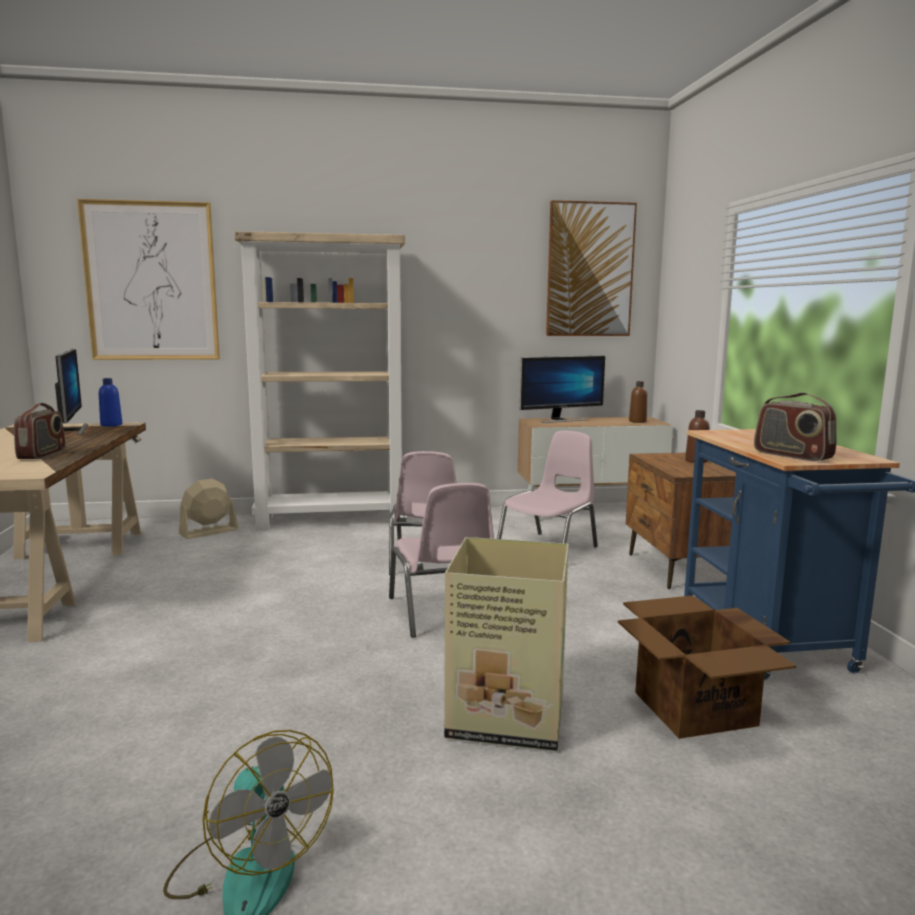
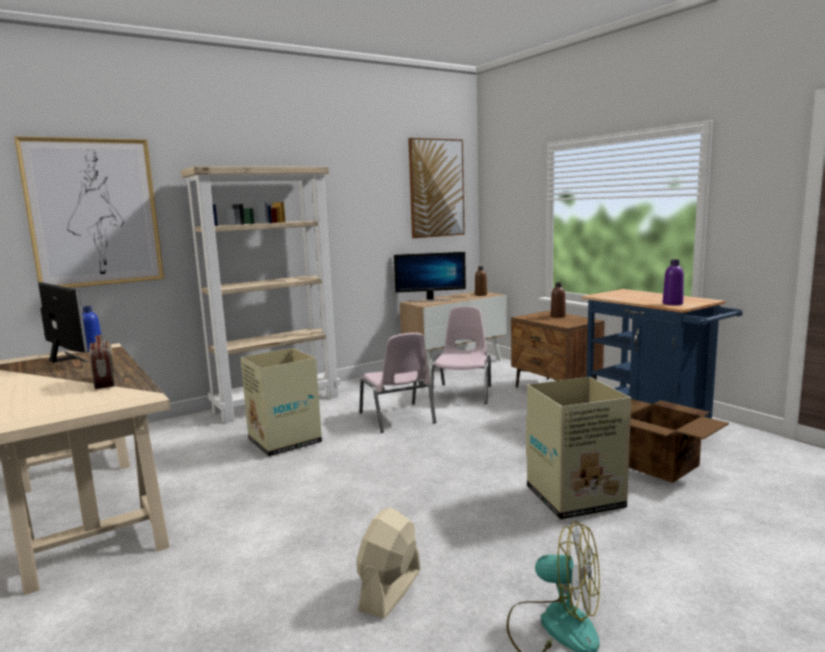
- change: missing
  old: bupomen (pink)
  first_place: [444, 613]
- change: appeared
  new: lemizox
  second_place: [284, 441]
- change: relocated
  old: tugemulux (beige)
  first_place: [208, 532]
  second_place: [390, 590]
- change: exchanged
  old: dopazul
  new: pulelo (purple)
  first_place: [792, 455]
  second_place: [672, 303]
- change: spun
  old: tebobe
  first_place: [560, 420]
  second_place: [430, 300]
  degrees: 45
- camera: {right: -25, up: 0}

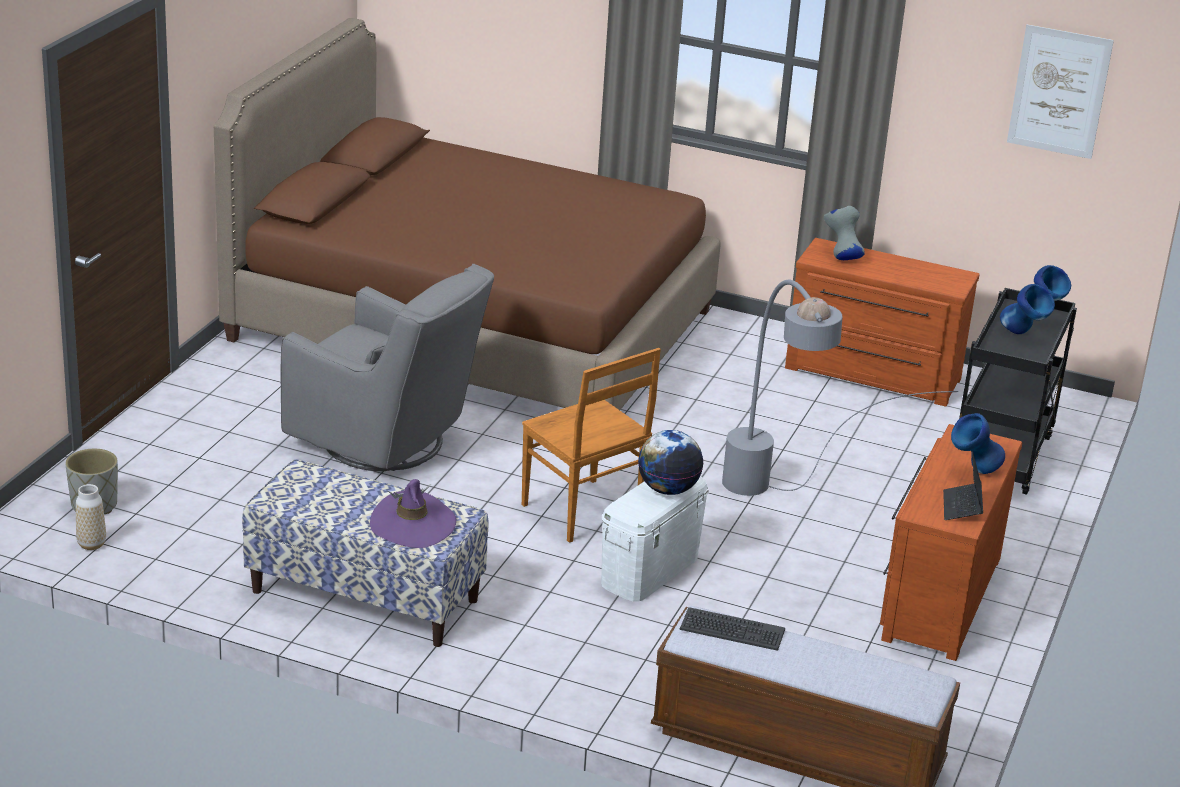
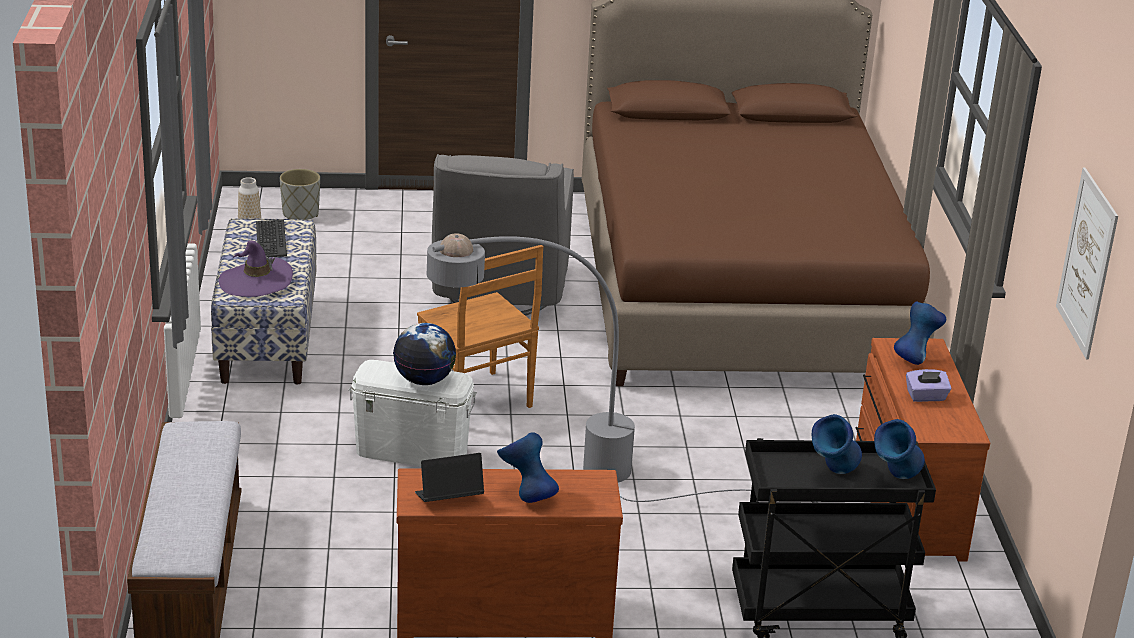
- change: appeared
  new: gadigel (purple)
  second_place: [926, 397]
- change: relocated
  old: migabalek
  first_place: [732, 630]
  second_place: [270, 239]
- change: colour
  old: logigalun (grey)
  new: logigalun (blue)
  first_place: [841, 257]
  second_place: [915, 358]
- change: spun
  old: bupomen (brown)
  first_place: [583, 512]
  second_place: [477, 401]
  degrees: -60
- camera: {right: 65, up: 0}

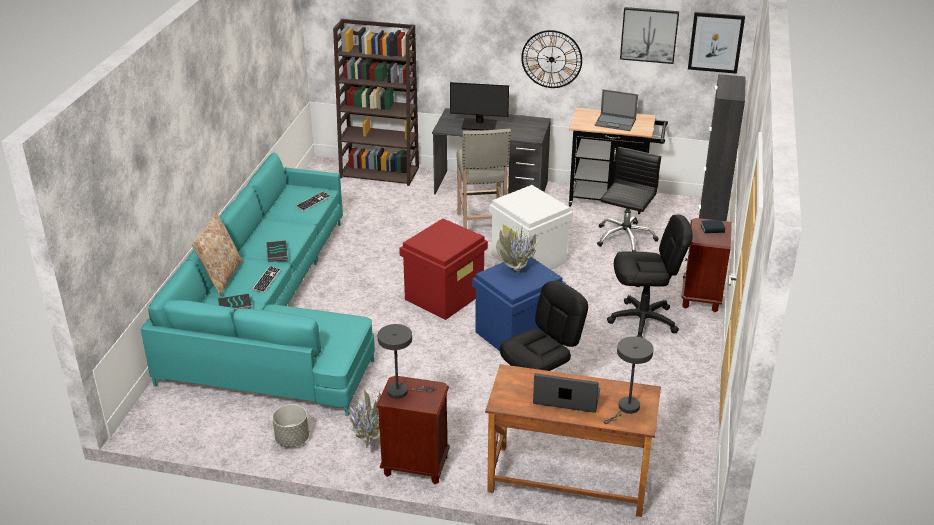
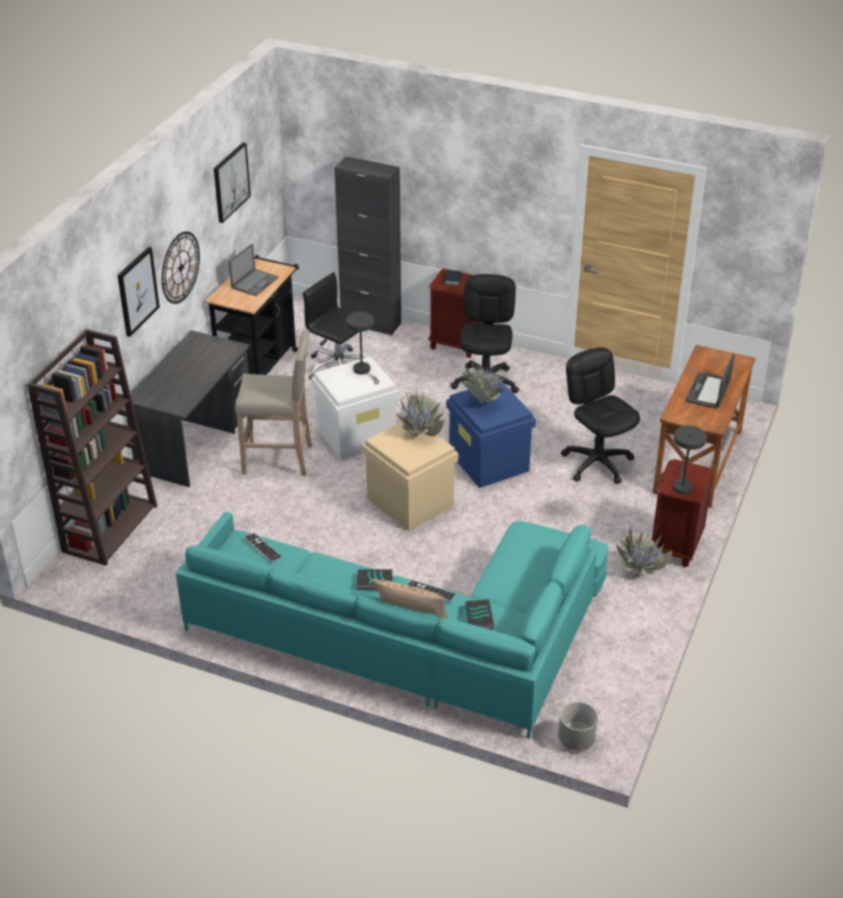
- change: missing
  old: tebobe
  first_place: [479, 125]
- change: appeared
  new: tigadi
  second_place: [419, 436]
- change: relocated
  old: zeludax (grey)
  first_place: [292, 439]
  second_place: [576, 739]
- change: relocated
  old: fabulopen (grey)
  first_place: [626, 408]
  second_place: [363, 371]
- change: relocated
  old: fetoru
  first_place: [715, 42]
  second_place: [137, 291]
- change: colour
  old: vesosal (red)
  new: vesosal (beige)
  first_place: [444, 296]
  second_place: [409, 501]
- camera: {right: -80, up: 5}

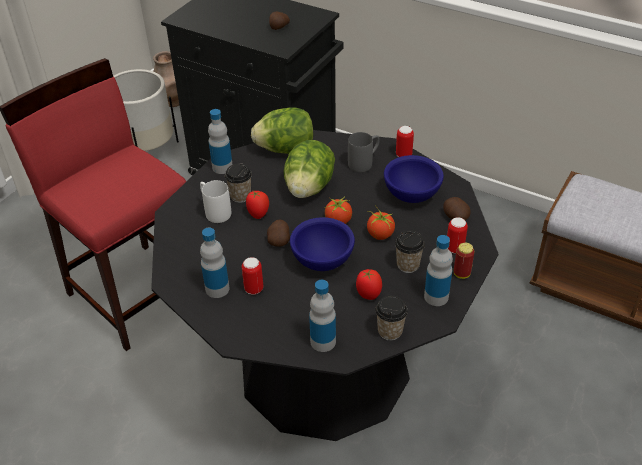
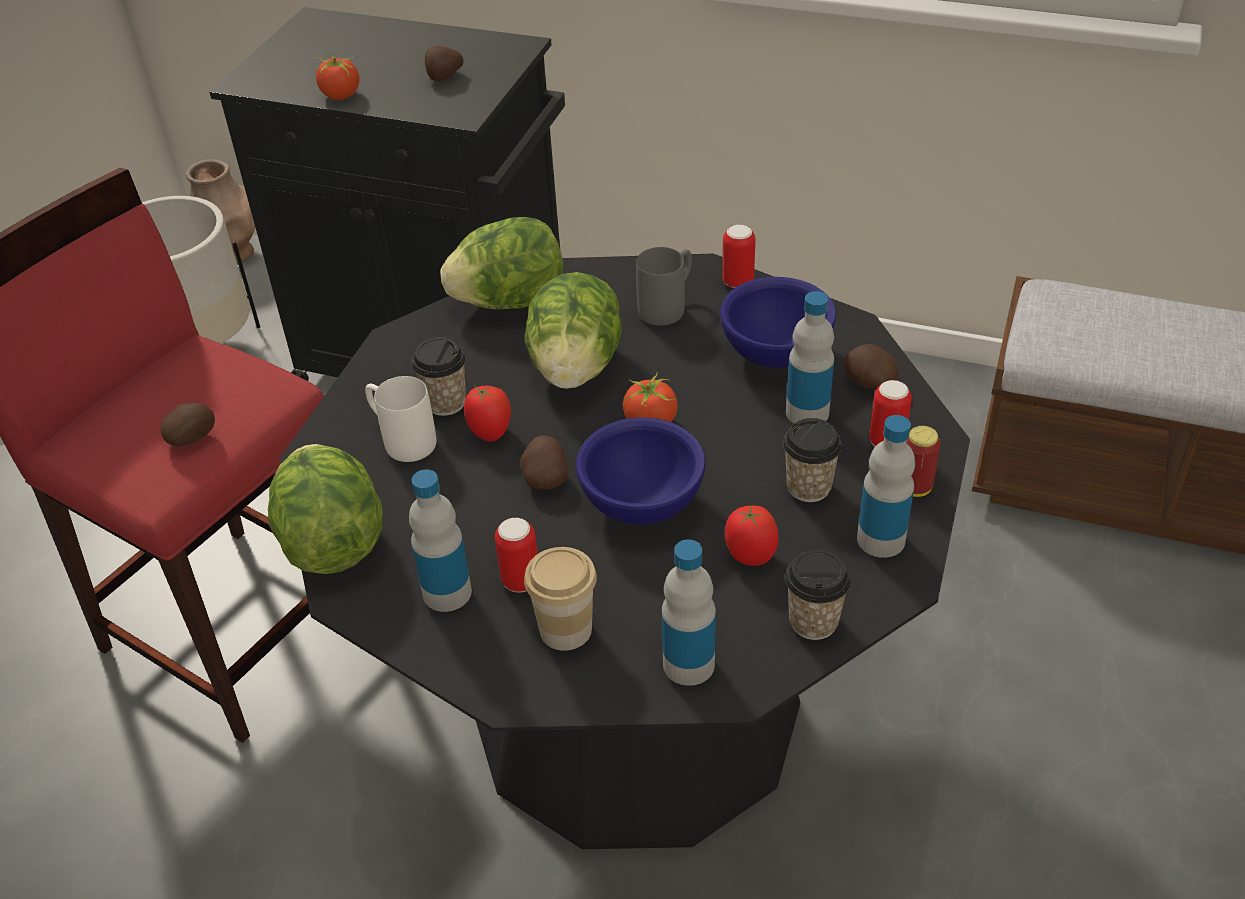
- change: appeared
  new: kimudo
  second_place: [193, 438]
- change: appeared
  new: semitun
  second_place: [332, 541]
- change: appeared
  new: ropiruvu
  second_place: [565, 629]
- change: relocated
  old: pulelo
  first_place: [222, 167]
  second_place: [807, 412]
- change: relocated
  old: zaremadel
  first_place: [380, 234]
  second_place: [340, 95]
- camera: {right: -10, up: 0}

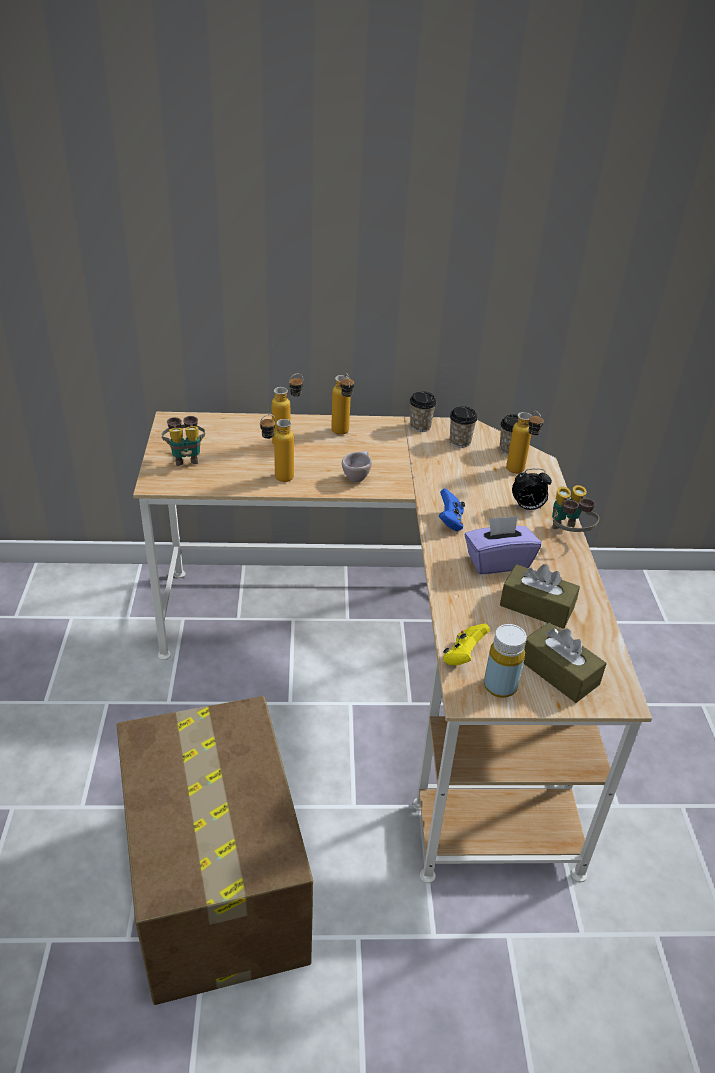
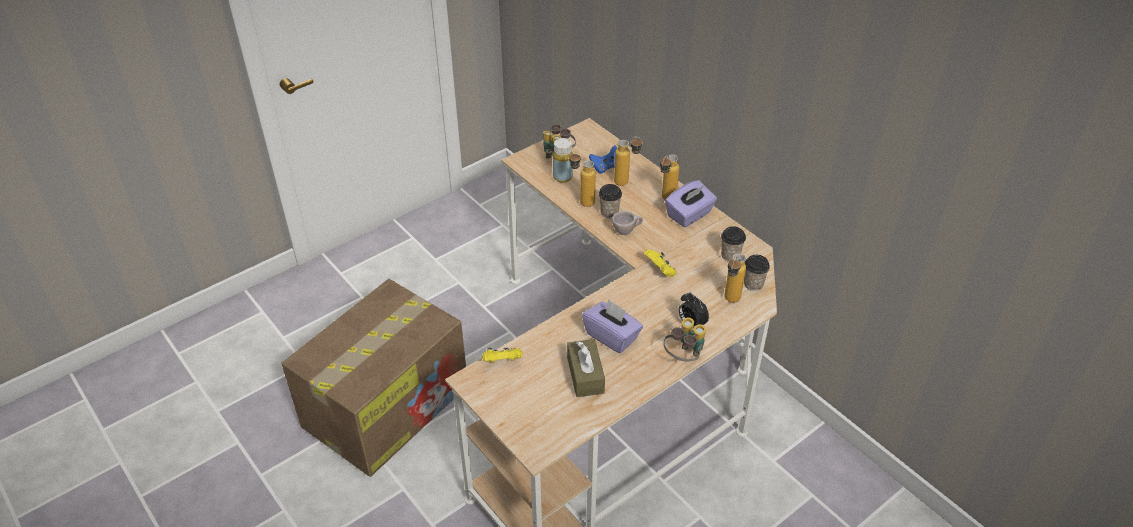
- change: missing
  old: gadigel (brown)
  first_place: [559, 672]
- change: appeared
  new: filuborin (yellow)
  second_place: [661, 271]
- change: appeared
  new: gadigel (purple)
  second_place: [689, 215]
- change: relocated
  old: ropiruvu
  first_place: [420, 426]
  second_place: [609, 212]
- change: relocated
  old: filuborin (blue)
  first_place: [450, 521]
  second_place: [605, 167]
- change: relocated
  old: pulelo (yellow)
  first_place: [500, 686]
  second_place: [562, 177]
- camera: {right: 55, up: 5}

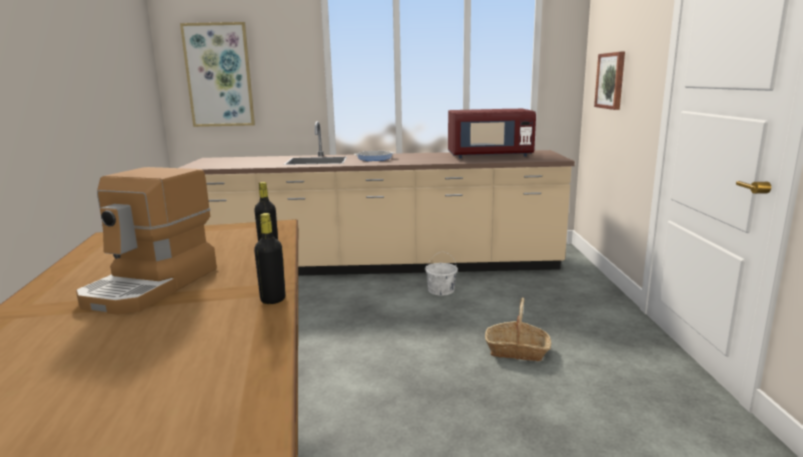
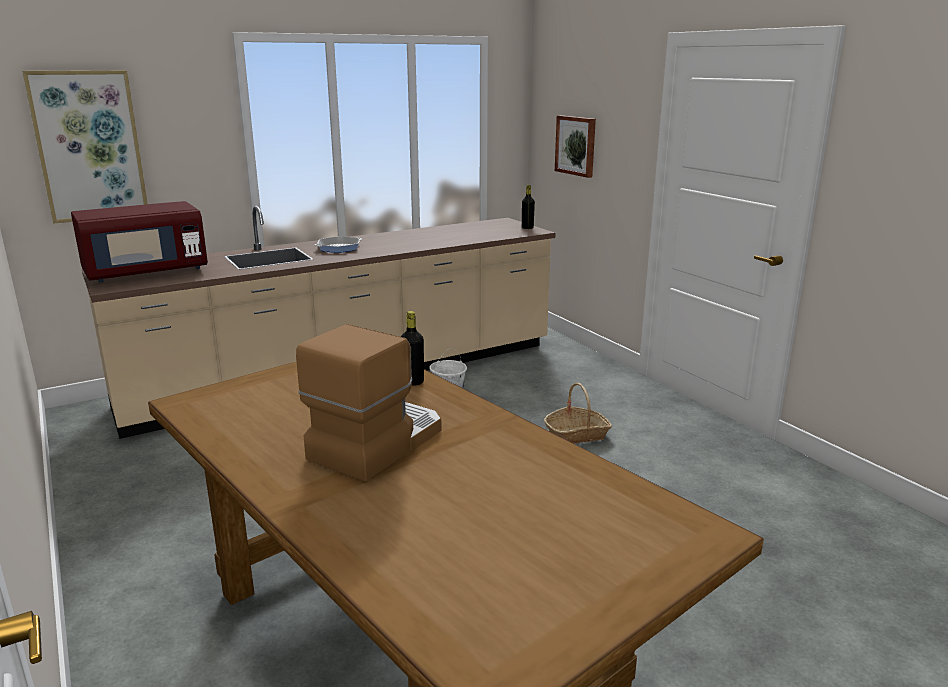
- change: relocated
  old: pulelo (black)
  first_place: [273, 299]
  second_place: [527, 228]
- change: relocated
  old: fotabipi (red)
  first_place: [489, 156]
  second_place: [146, 272]
- change: spun
  old: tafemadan
  first_place: [152, 286]
  second_place: [376, 443]
  degrees: -135
- camera: {right: -30, up: 5}

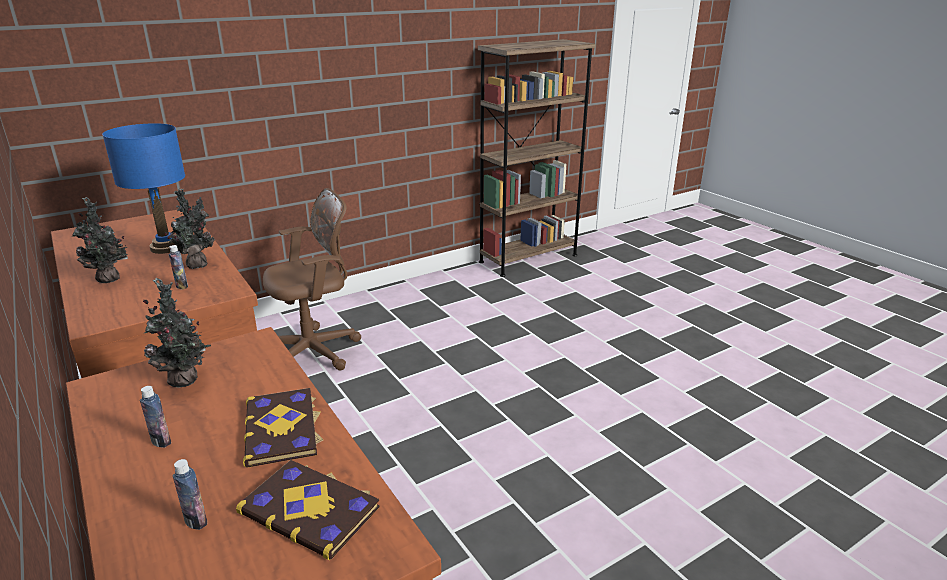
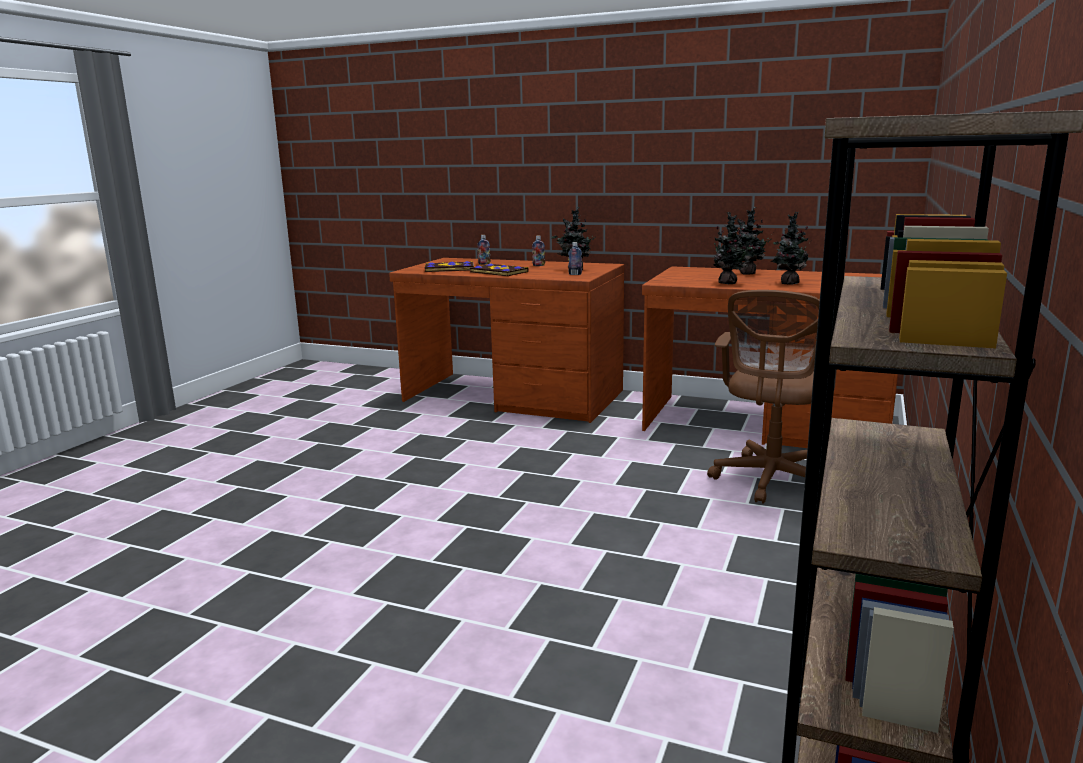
- change: relocated
  old: pulelo
  first_place: [182, 286]
  second_place: [575, 274]
- change: exchanged
  old: fabulopen (blue)
  new: tigadi
  first_place: [166, 248]
  second_place: [787, 283]
- camera: {right: 145, up: -10}

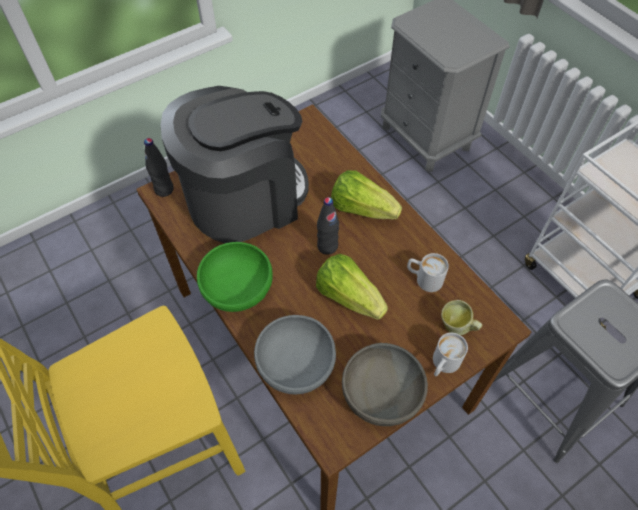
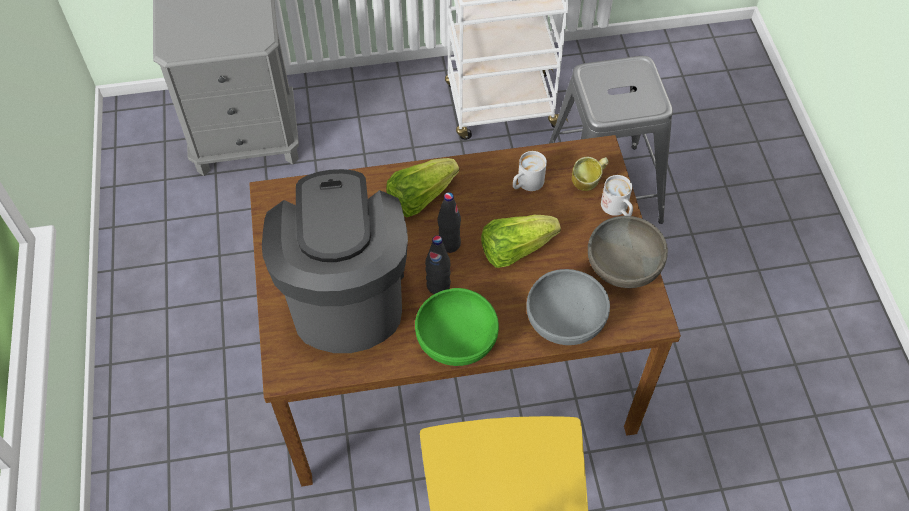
- change: relocated
  old: pulelo (black)
  first_place: [164, 189]
  second_place: [438, 286]
- camera: {right: -65, up: 0}

